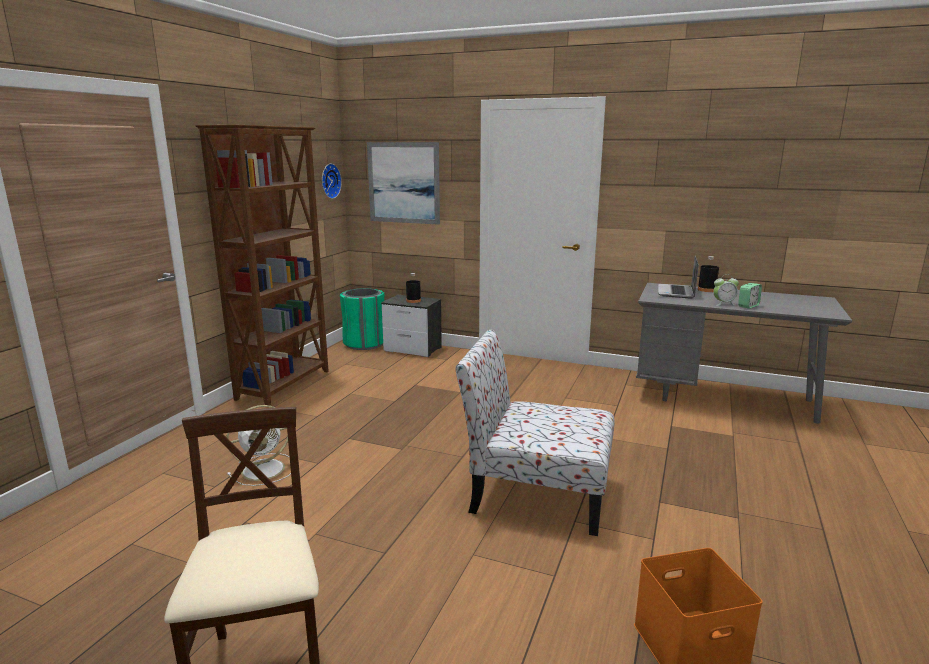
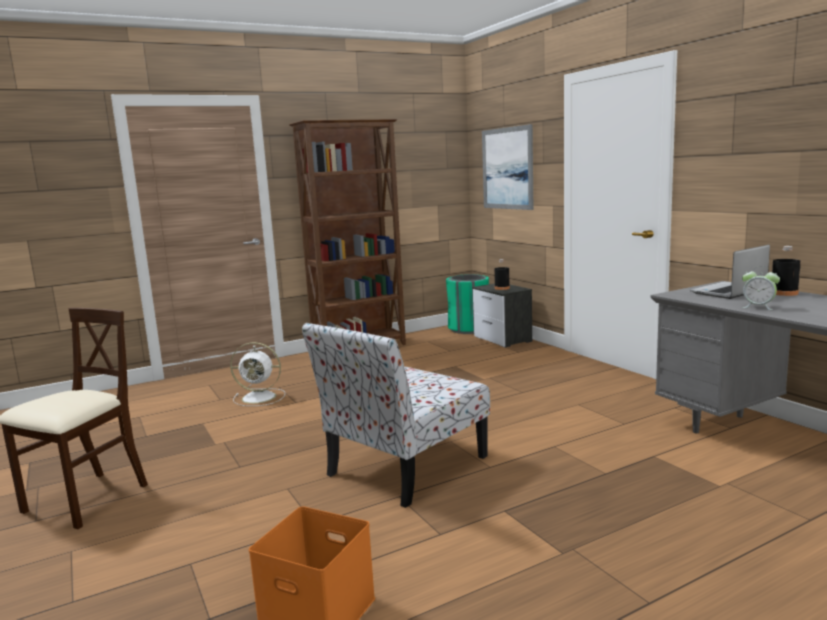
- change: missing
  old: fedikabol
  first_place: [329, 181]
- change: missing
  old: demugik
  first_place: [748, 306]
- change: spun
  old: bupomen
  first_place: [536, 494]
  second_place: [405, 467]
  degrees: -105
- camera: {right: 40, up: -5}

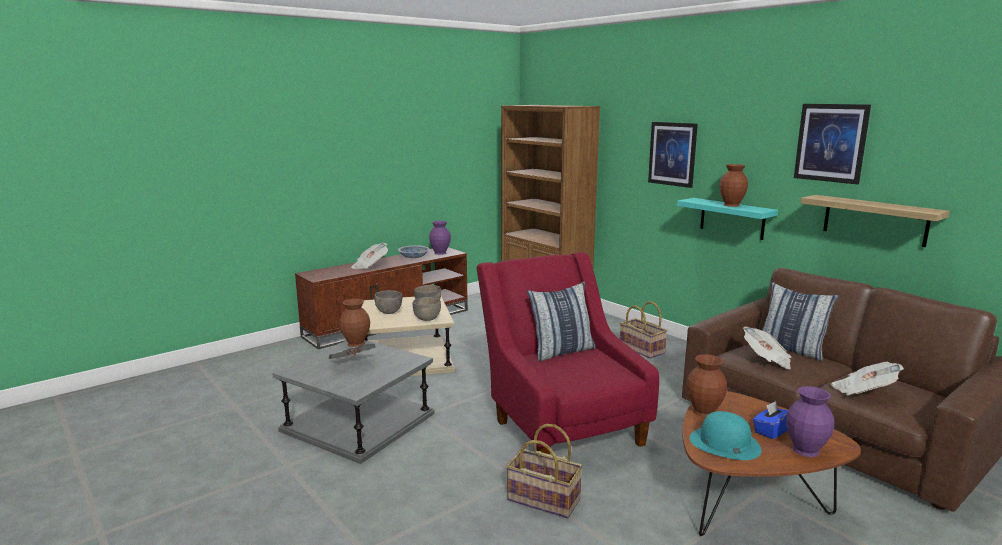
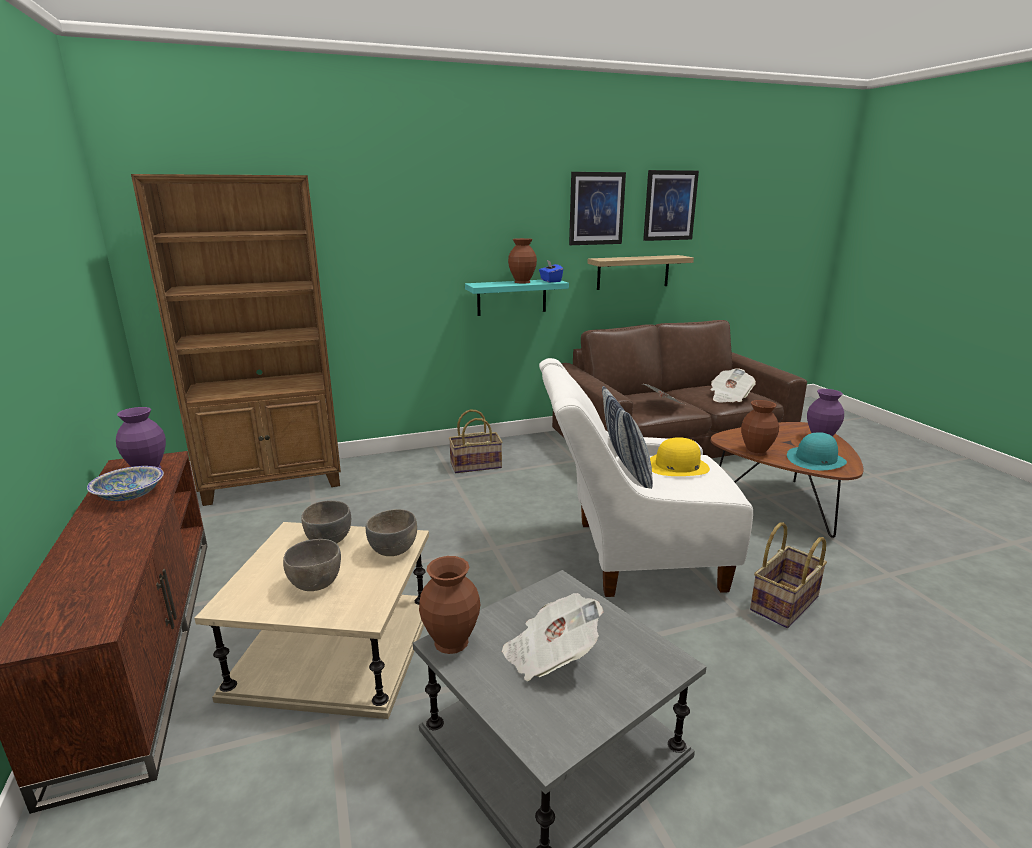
- change: missing
  old: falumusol
  first_place: [370, 266]
- change: missing
  old: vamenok
  first_place: [791, 349]
- change: appeared
  new: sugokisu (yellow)
  second_place: [677, 466]
- change: relocated
  old: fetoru
  first_place: [672, 154]
  second_place: [670, 205]
- change: relocated
  old: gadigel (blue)
  first_place: [771, 431]
  second_place: [550, 281]
- change: colour
  old: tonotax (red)
  new: tonotax (white)
  first_place: [562, 426]
  second_place: [632, 555]
- camera: {right: -70, up: 5}

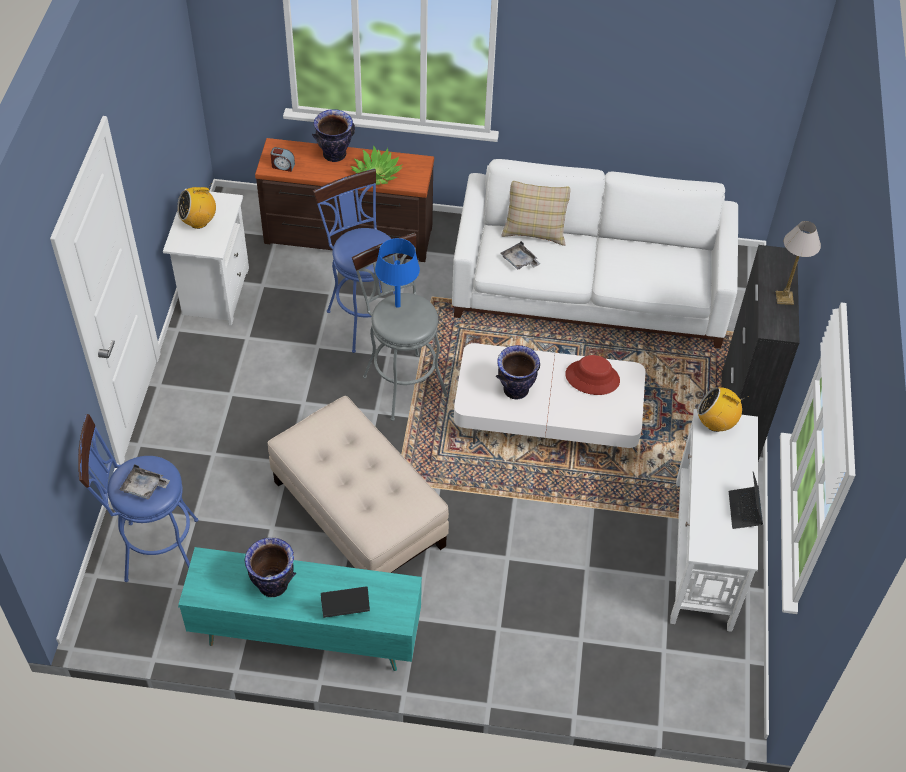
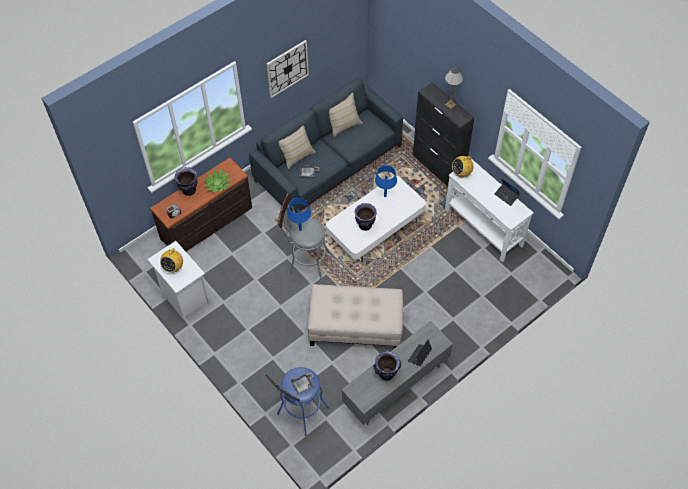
- change: missing
  old: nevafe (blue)
  first_place: [363, 316]
- change: appeared
  new: fedikabol
  second_place: [287, 68]
- change: appeared
  new: vamenok (beige)
  second_place: [343, 124]
- change: exchanged
  old: sugokisu (red)
  new: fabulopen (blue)
  first_place: [592, 377]
  second_place: [385, 196]
- change: colour
  old: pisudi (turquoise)
  new: pisudi (grey)
  first_place: [307, 637]
  second_place: [395, 387]
- change: colour
  old: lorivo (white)
  new: lorivo (blue)
  first_place: [591, 290]
  second_place: [329, 163]
- camera: {right: -45, up: 5}

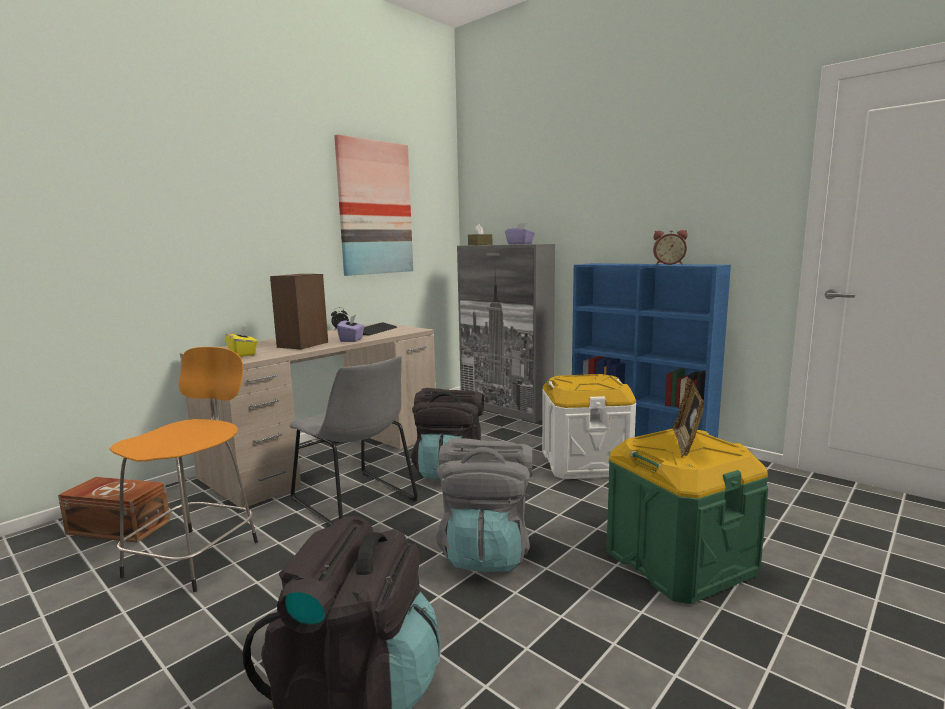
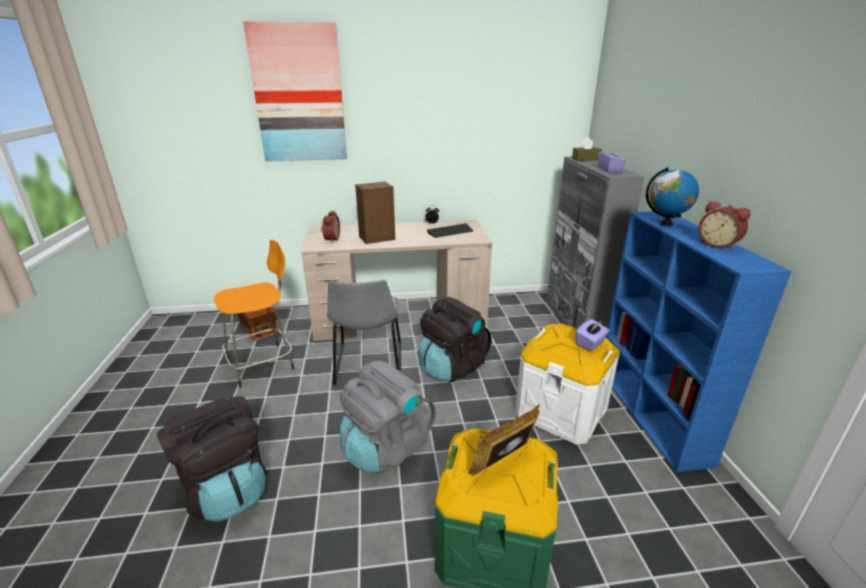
- change: appeared
  new: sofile
  second_place: [666, 224]
- change: relocated
  old: fetoru
  first_place: [375, 208]
  second_place: [299, 95]
- change: relocated
  old: gadigel (purple)
  first_place: [352, 340]
  second_place: [590, 343]
- change: exchanged
  old: gadigel (yellow)
  new: demugik
  first_place: [243, 354]
  second_place: [331, 239]
- camera: {right: 40, up: 15}

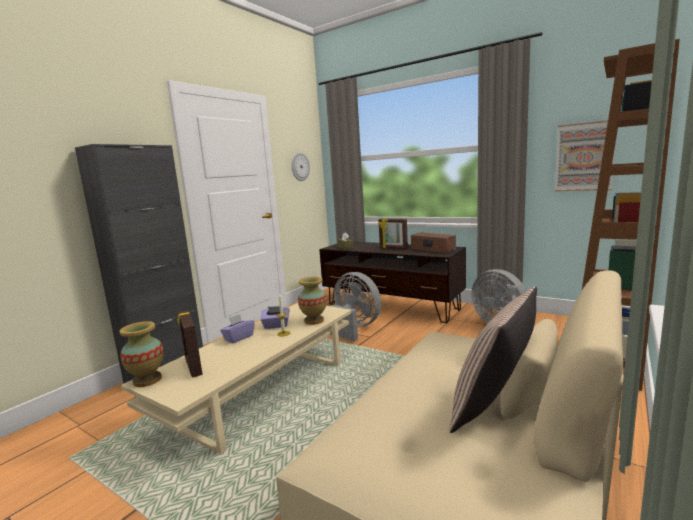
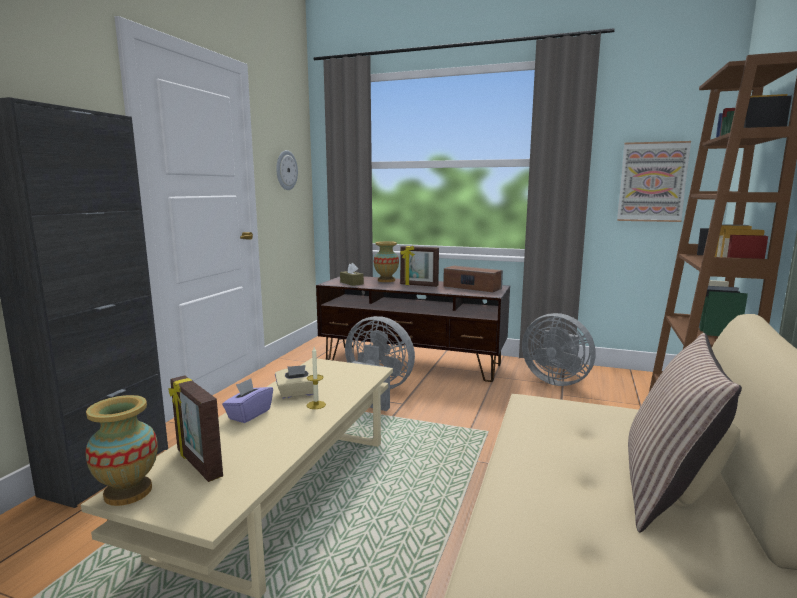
- change: relocated
  old: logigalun
  first_place: [314, 321]
  second_place: [386, 280]
- change: colour
  old: gadigel (purple)
  new: gadigel (beige)
  first_place: [276, 325]
  second_place: [297, 394]
- camera: {right: -15, up: 0}

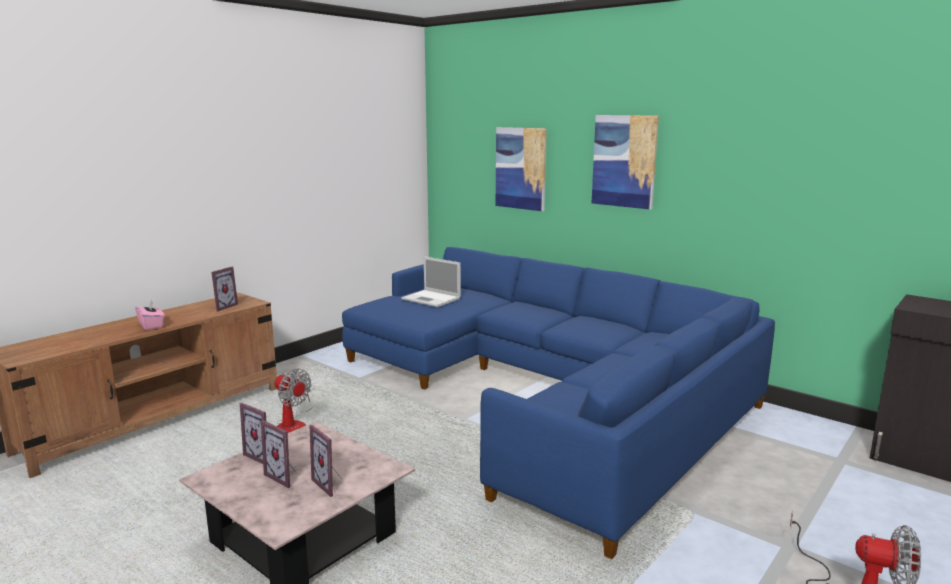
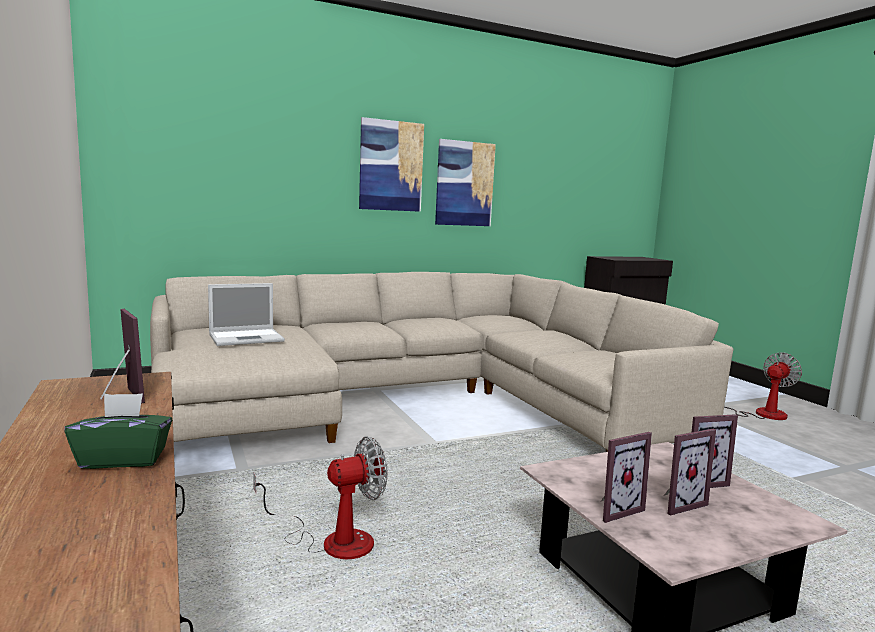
- change: relocated
  old: fetoru
  first_place: [521, 168]
  second_place: [464, 184]
- change: colour
  old: gadigel (pink)
  new: gadigel (green)
  first_place: [151, 326]
  second_place: [123, 459]
- change: colour
  old: lorivo (blue)
  new: lorivo (beige)
  first_place: [546, 392]
  second_place: [417, 400]
- camera: {right: -65, up: -5}

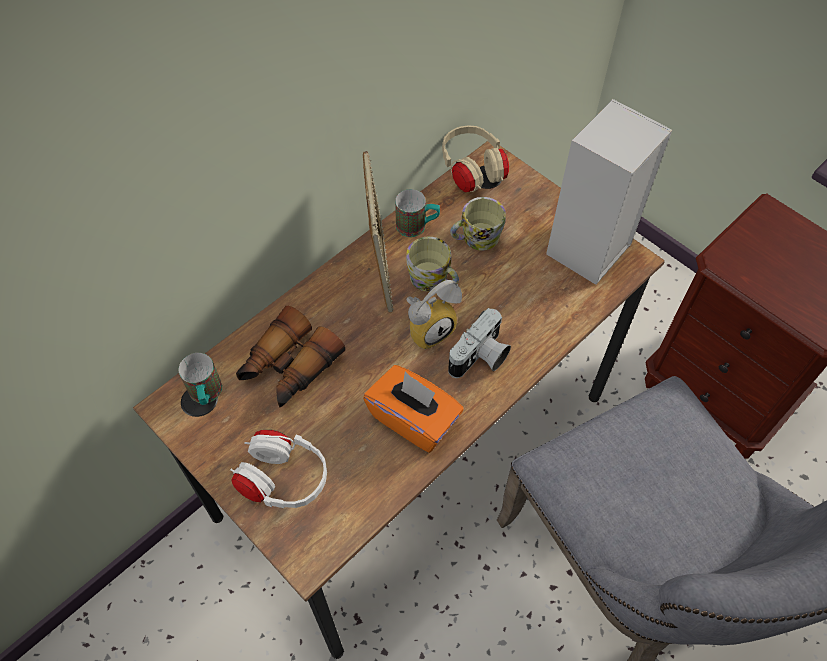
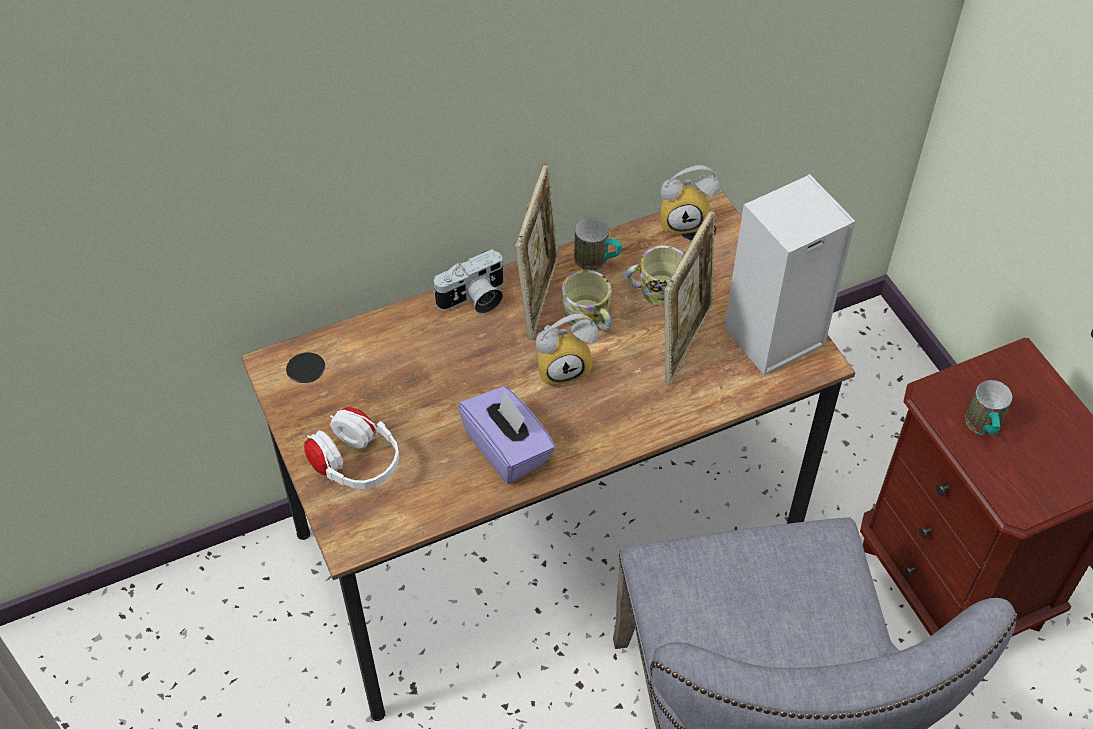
- change: missing
  old: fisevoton
  first_place: [289, 367]
- change: appeared
  new: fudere
  second_place: [684, 341]
- change: relocated
  old: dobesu
  first_place: [206, 395]
  second_place: [983, 428]
- change: relocated
  old: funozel
  first_place: [480, 358]
  second_place: [474, 299]
- change: exchanged
  old: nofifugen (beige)
  new: demugik
  first_place: [472, 172]
  second_place: [684, 220]
- change: colour
  old: gadigel (orange)
  new: gadigel (purple)
  first_place: [414, 419]
  second_place: [507, 449]
- camera: {right: 20, up: -5}

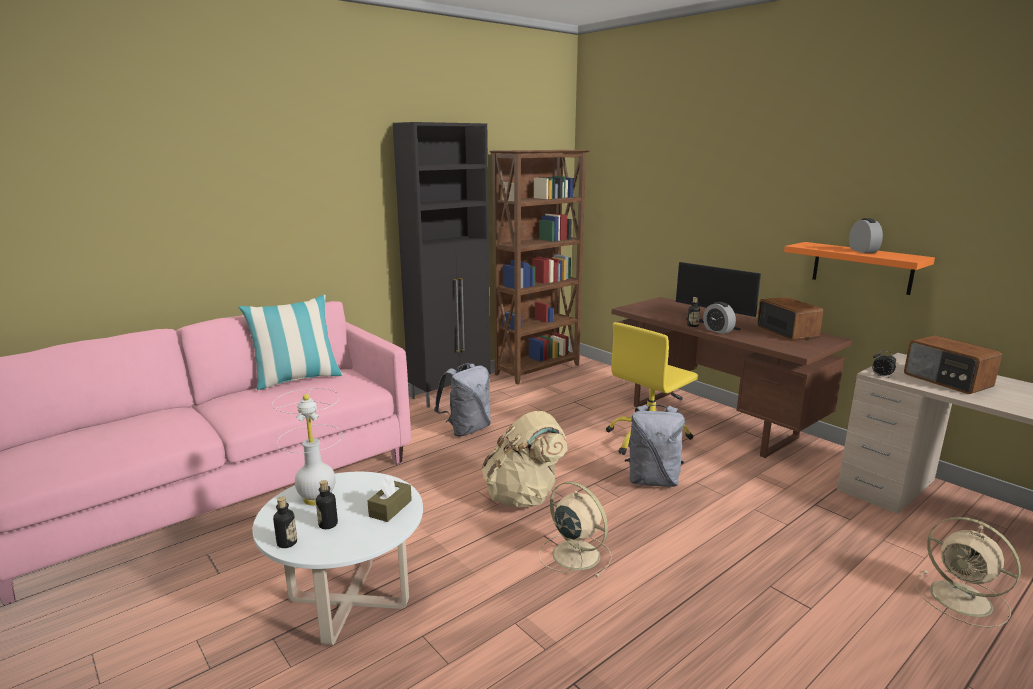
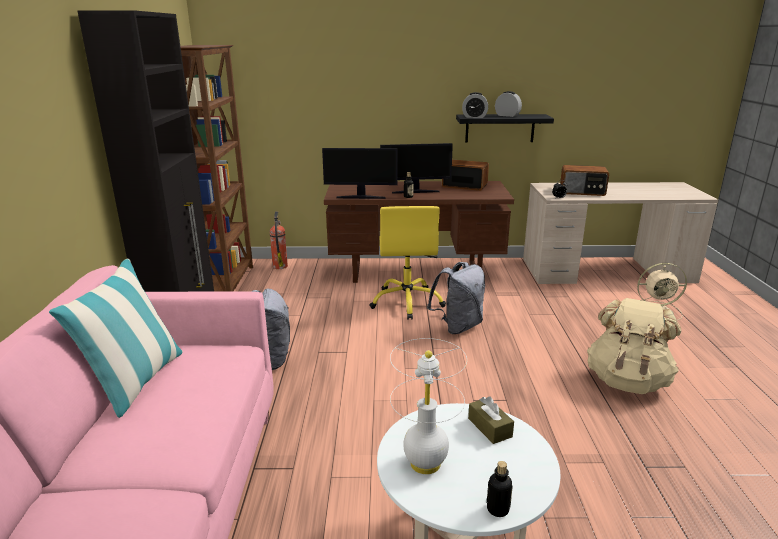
- change: missing
  old: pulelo
  first_place: [328, 524]
- change: missing
  old: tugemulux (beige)
  first_place: [574, 554]
- change: appeared
  new: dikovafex
  second_place: [280, 266]
- change: appeared
  new: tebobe
  second_place: [361, 197]
- change: relocated
  old: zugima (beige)
  first_place: [524, 497]
  second_place: [627, 381]
- change: relocated
  old: demugik
  first_place: [718, 330]
  second_place: [474, 117]
- change: colour
  old: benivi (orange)
  new: benivi (black)
  first_place: [862, 267]
  second_place: [499, 128]
- camera: {right: -50, up: 5}

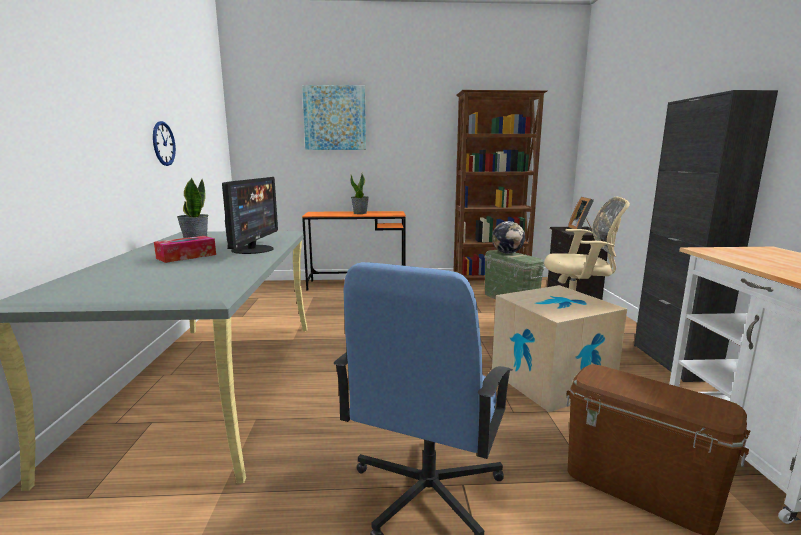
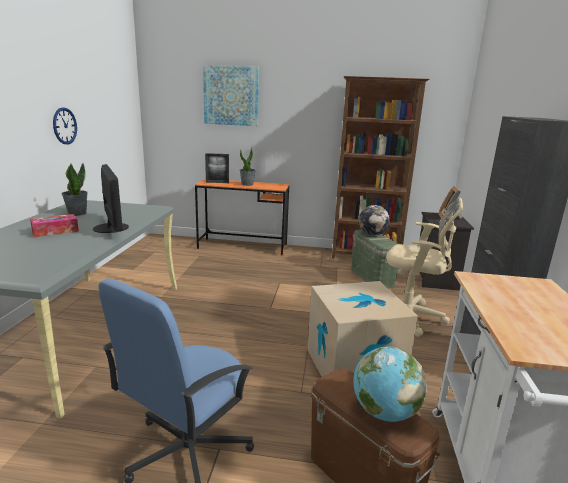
- change: appeared
  new: fudere
  second_place: [217, 182]
- change: appeared
  new: sofile
  second_place: [384, 412]
- change: spun
  old: tebobe
  first_place: [253, 249]
  second_place: [111, 228]
  degrees: -45
- camera: {right: 10, up: 5}

